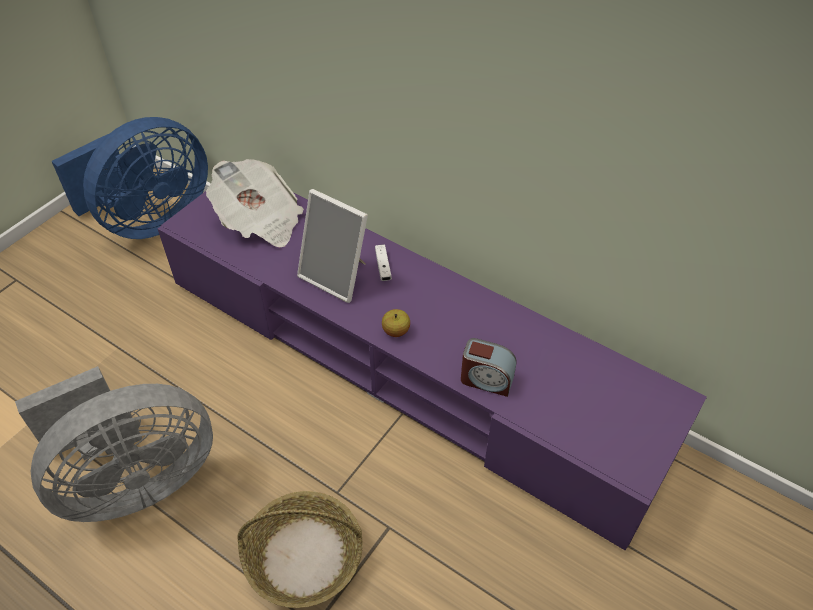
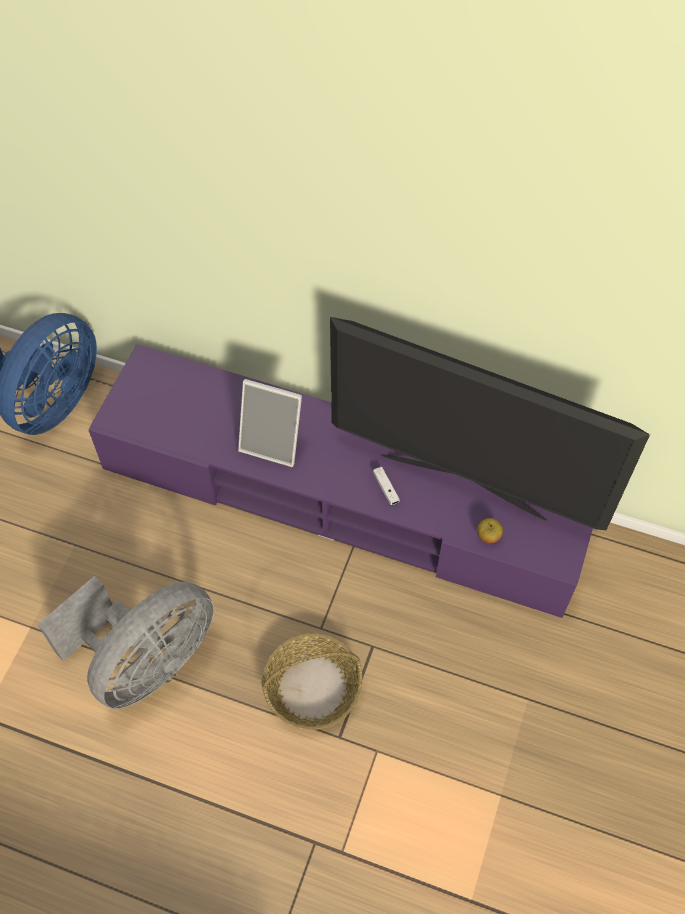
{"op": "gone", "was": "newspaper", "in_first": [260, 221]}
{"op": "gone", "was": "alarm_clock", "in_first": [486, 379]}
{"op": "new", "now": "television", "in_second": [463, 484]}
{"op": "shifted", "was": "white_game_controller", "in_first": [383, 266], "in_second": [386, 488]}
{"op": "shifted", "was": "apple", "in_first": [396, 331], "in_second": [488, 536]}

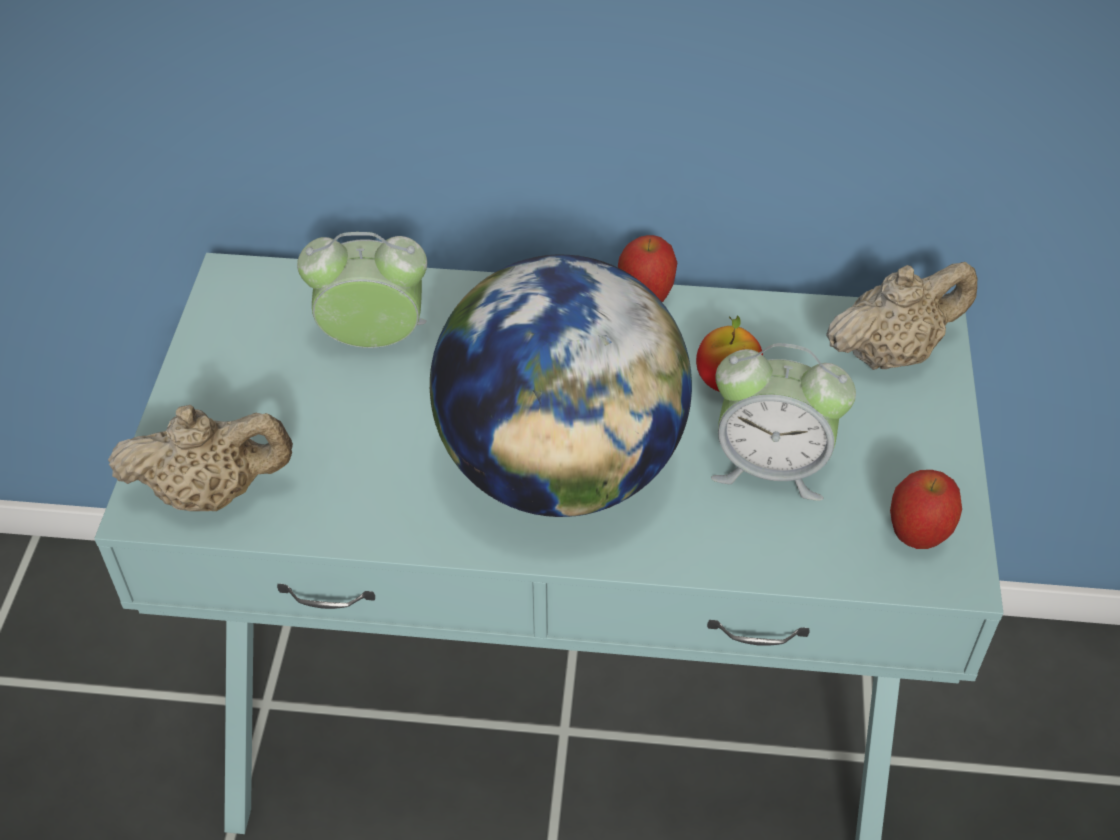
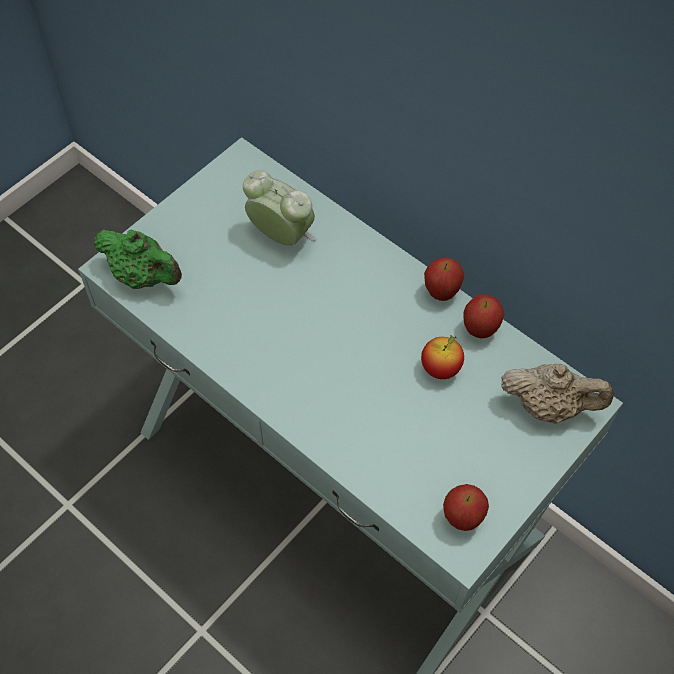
{"op": "gone", "was": "globe", "in_first": [560, 468]}
{"op": "gone", "was": "alarm_clock", "in_first": [770, 466]}
{"op": "new", "now": "apple", "in_second": [479, 330]}
{"op": "repainted", "was": "beige_teapot", "now": "green_teapot", "in_first": [212, 492], "in_second": [144, 276]}

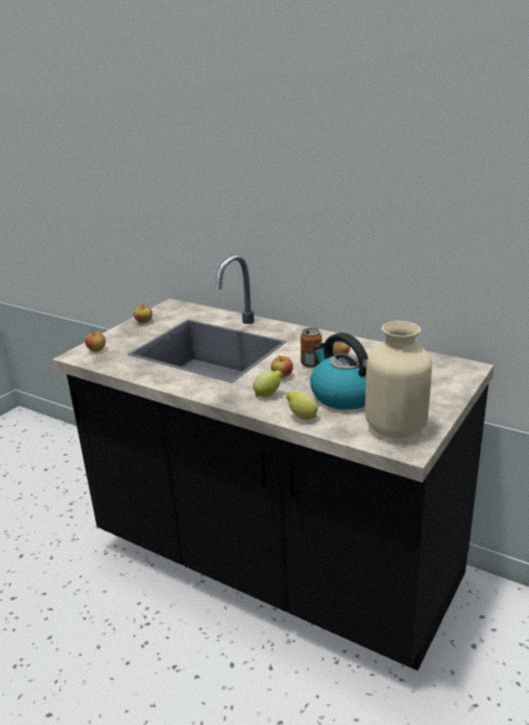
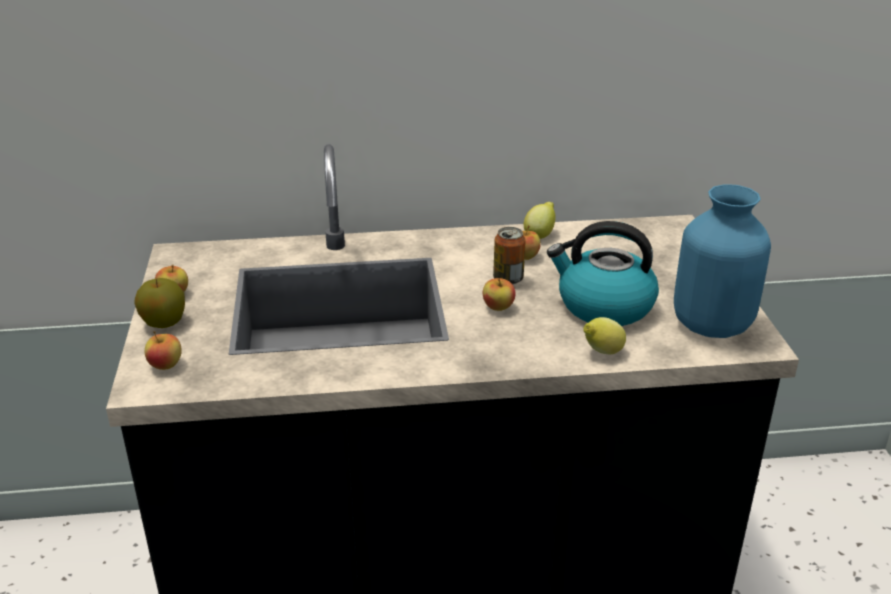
{"op": "new", "now": "apple", "in_second": [164, 323]}
{"op": "shifted", "was": "lemon", "in_first": [268, 395], "in_second": [539, 235]}
{"op": "repainted", "was": "beige_vase", "now": "blue_vase", "in_first": [396, 428], "in_second": [713, 325]}

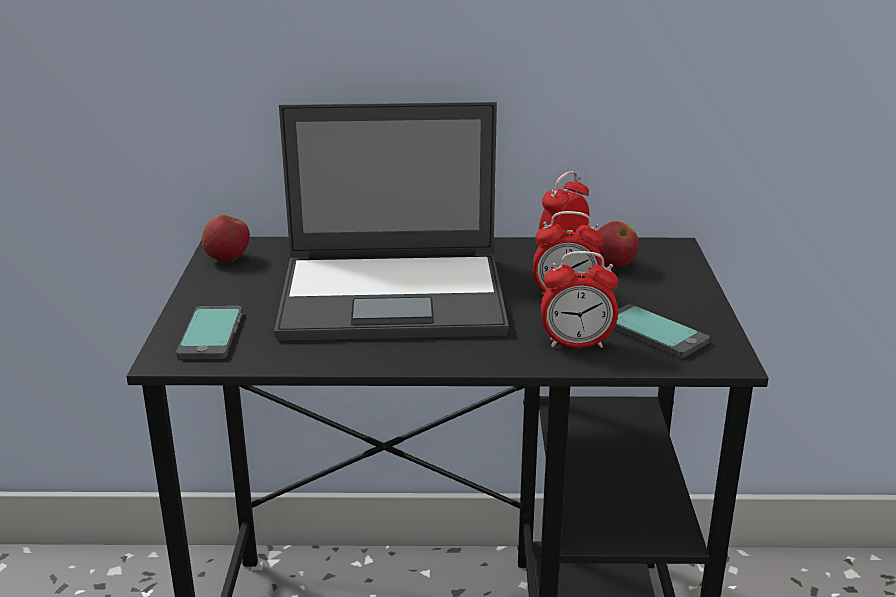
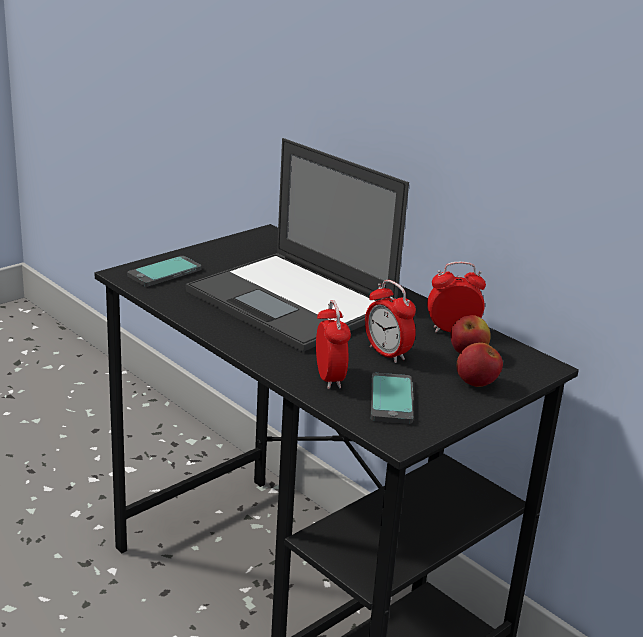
{"op": "shifted", "was": "apple", "in_first": [227, 259], "in_second": [476, 383]}
{"op": "rotated", "was": "alarm_clock", "in_first": [576, 344], "in_second": [329, 378], "clockwise": -150}

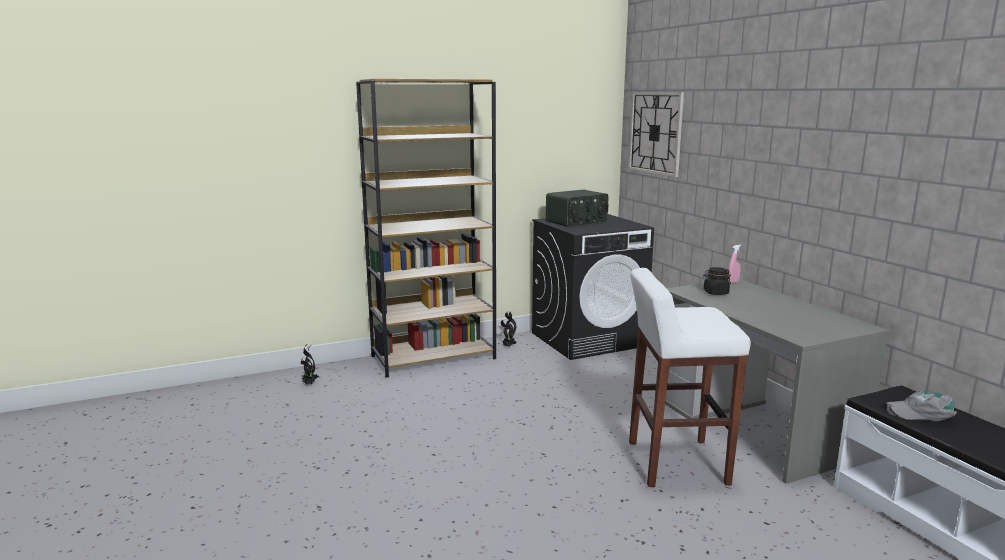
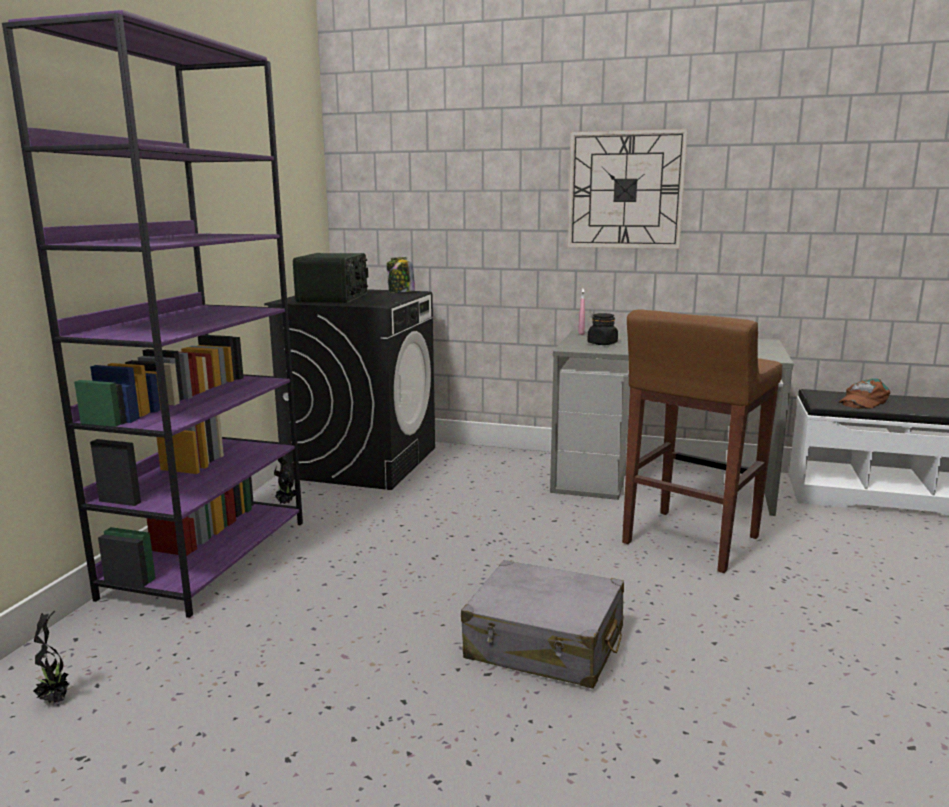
{"op": "new", "now": "jar", "in_second": [401, 292]}
{"op": "new", "now": "grey_suitcase", "in_second": [545, 644]}
{"op": "shifted", "was": "wall_clock", "in_first": [655, 133], "in_second": [625, 190]}
{"op": "repainted", "was": "brown_bookcase", "now": "purple_bookcase", "in_first": [434, 357], "in_second": [208, 557]}
{"op": "repainted", "was": "white_stool", "now": "brown_stool", "in_first": [675, 463], "in_second": [689, 541]}
{"op": "repainted", "was": "grey_cap", "now": "brown_cap", "in_first": [921, 413], "in_second": [862, 401]}

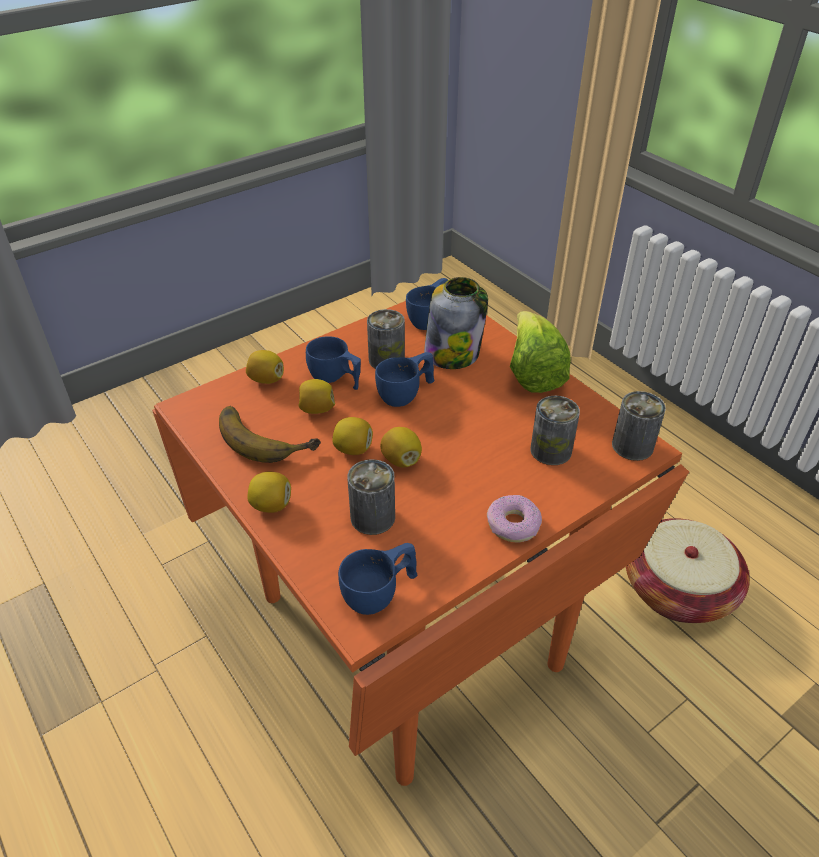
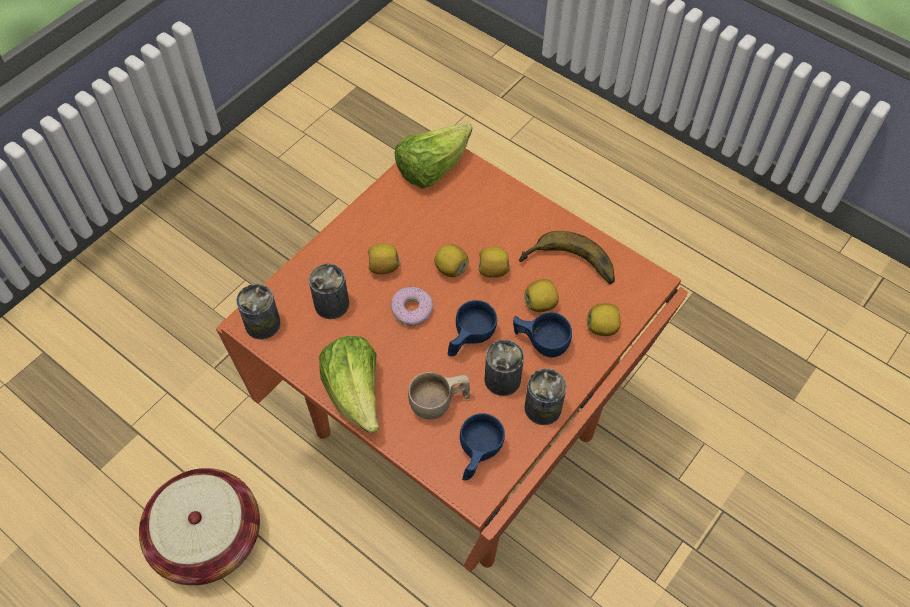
{"op": "shifted", "was": "lemon", "in_first": [271, 505], "in_second": [383, 267]}
{"op": "shifted", "was": "can", "in_first": [372, 517], "in_second": [543, 408]}
{"op": "shifted", "was": "donut", "in_first": [513, 524], "in_second": [412, 310]}
{"op": "swapped", "was": "blue_cup", "now": "lettuce", "in_first": [380, 593], "in_second": [432, 168]}
{"op": "swapped", "was": "jar", "now": "beige_cup", "in_first": [453, 353], "in_second": [439, 404]}

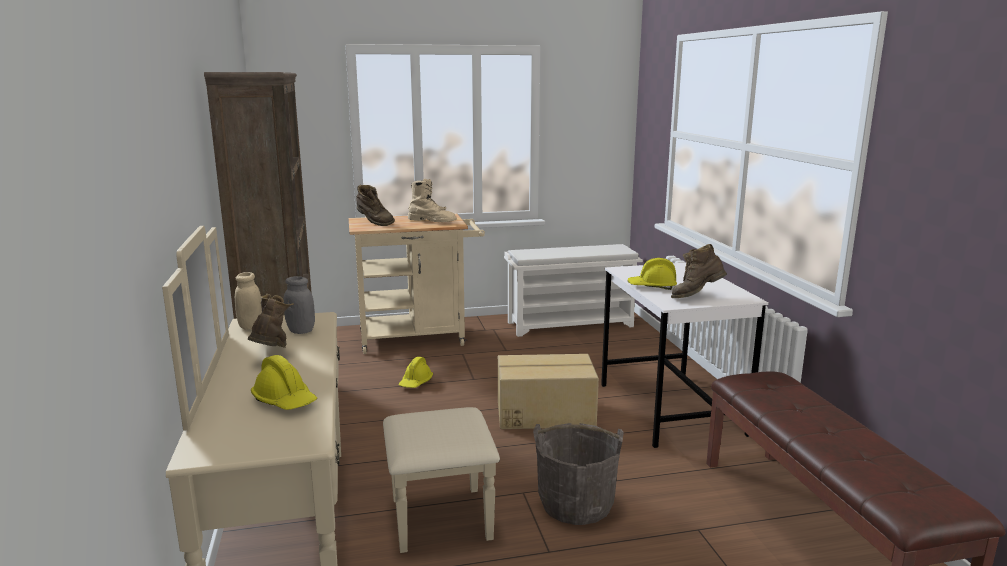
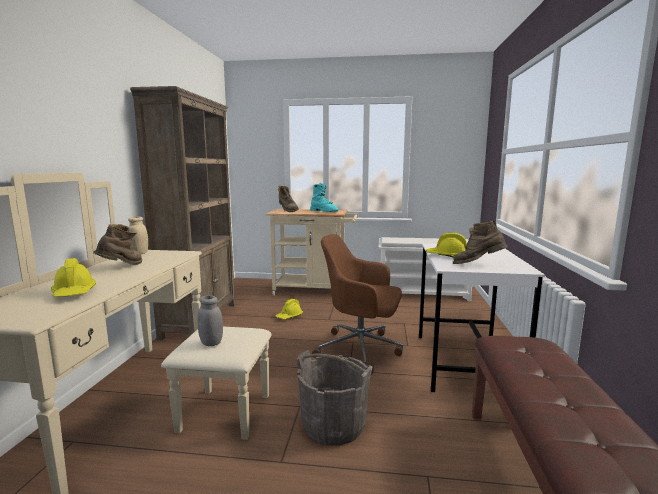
{"op": "shifted", "was": "grey_jar", "in_first": [301, 331], "in_second": [211, 343]}
{"op": "swapped", "was": "cardboard_box", "now": "brown_office_chair", "in_first": [544, 413], "in_second": [361, 350]}
{"op": "repainted", "was": "beige_boot", "now": "turquoise_boot", "in_first": [432, 221], "in_second": [324, 211]}

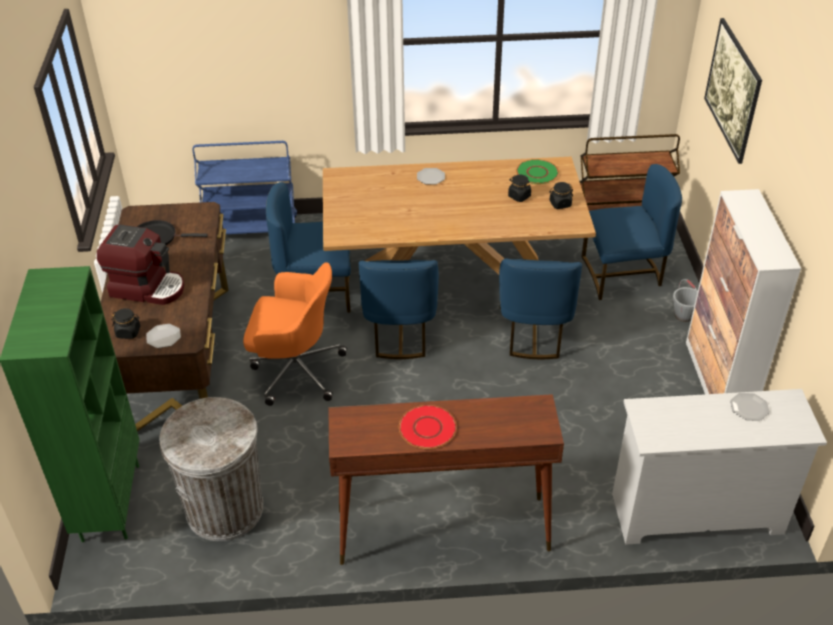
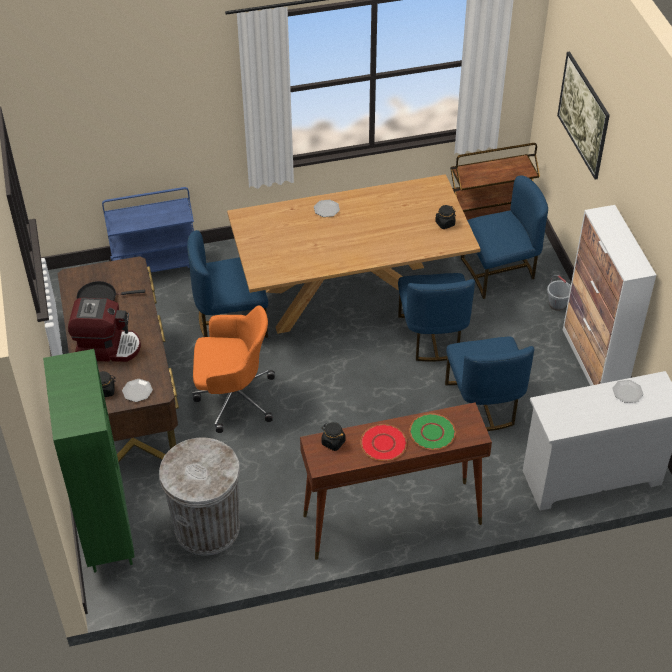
{"op": "shifted", "was": "blue_chair", "in_first": [400, 332], "in_second": [483, 403]}
{"op": "shifted", "was": "black_jar", "in_first": [519, 196], "in_second": [333, 442]}
{"op": "shifted", "was": "green_plate", "in_first": [537, 173], "in_second": [432, 432]}

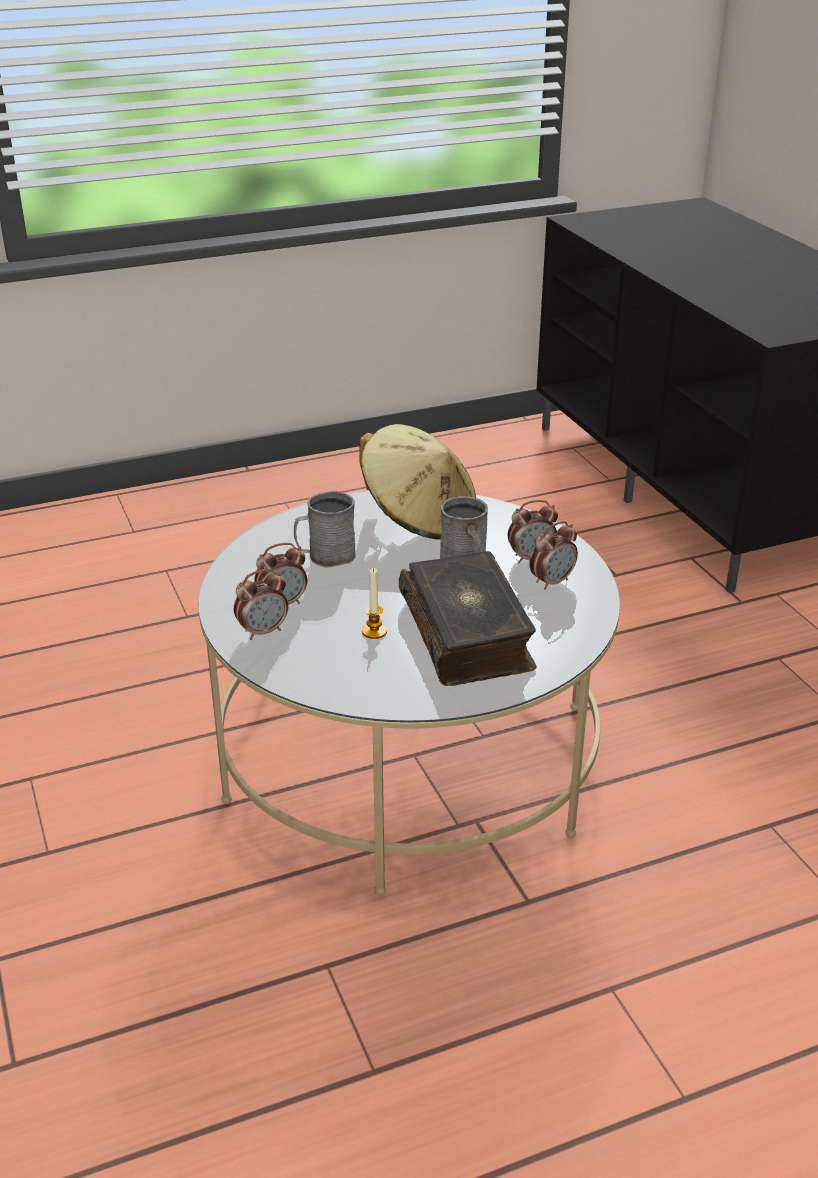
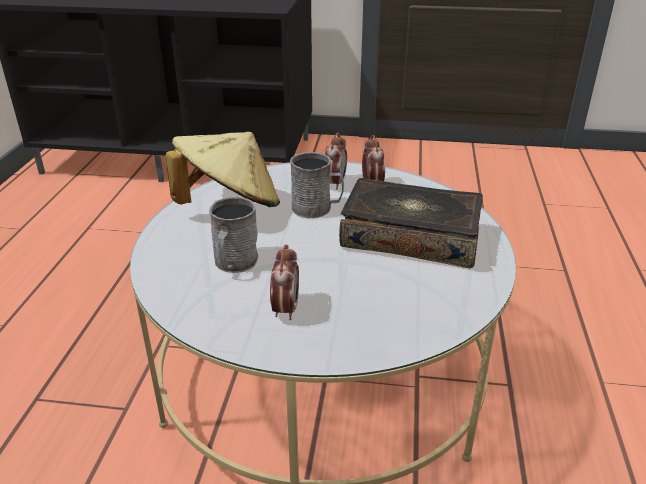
{"op": "gone", "was": "alarm_clock", "in_first": [263, 631]}
{"op": "gone", "was": "candle", "in_first": [374, 631]}

